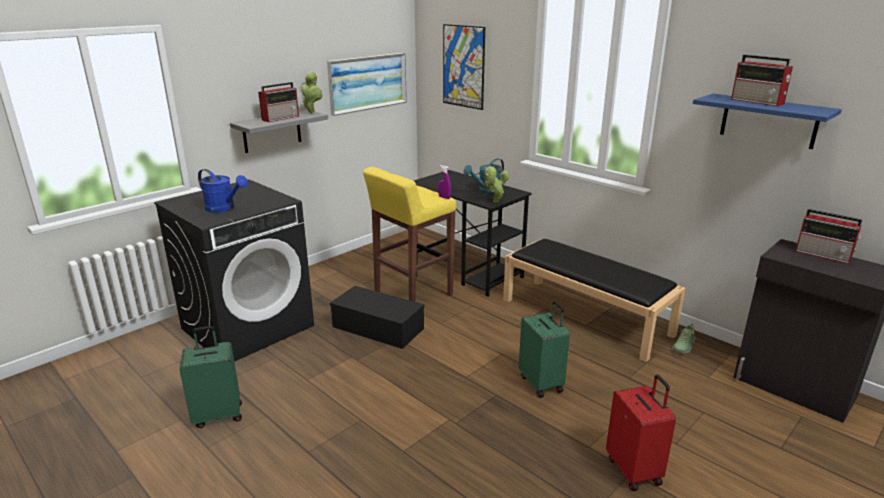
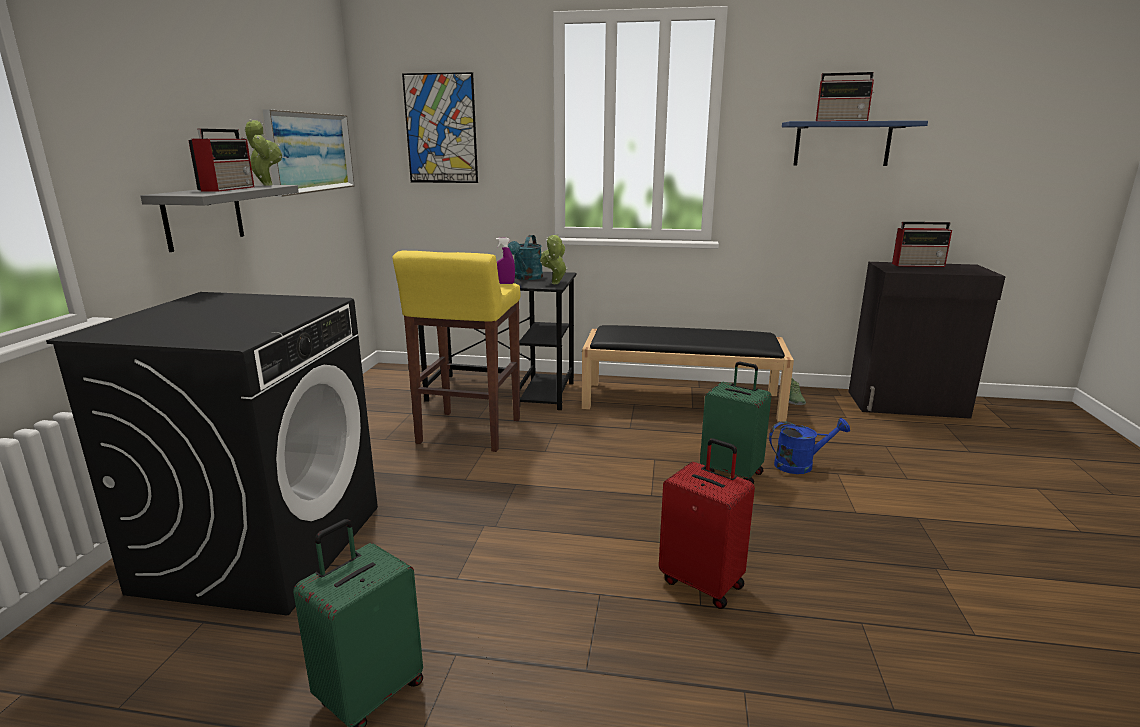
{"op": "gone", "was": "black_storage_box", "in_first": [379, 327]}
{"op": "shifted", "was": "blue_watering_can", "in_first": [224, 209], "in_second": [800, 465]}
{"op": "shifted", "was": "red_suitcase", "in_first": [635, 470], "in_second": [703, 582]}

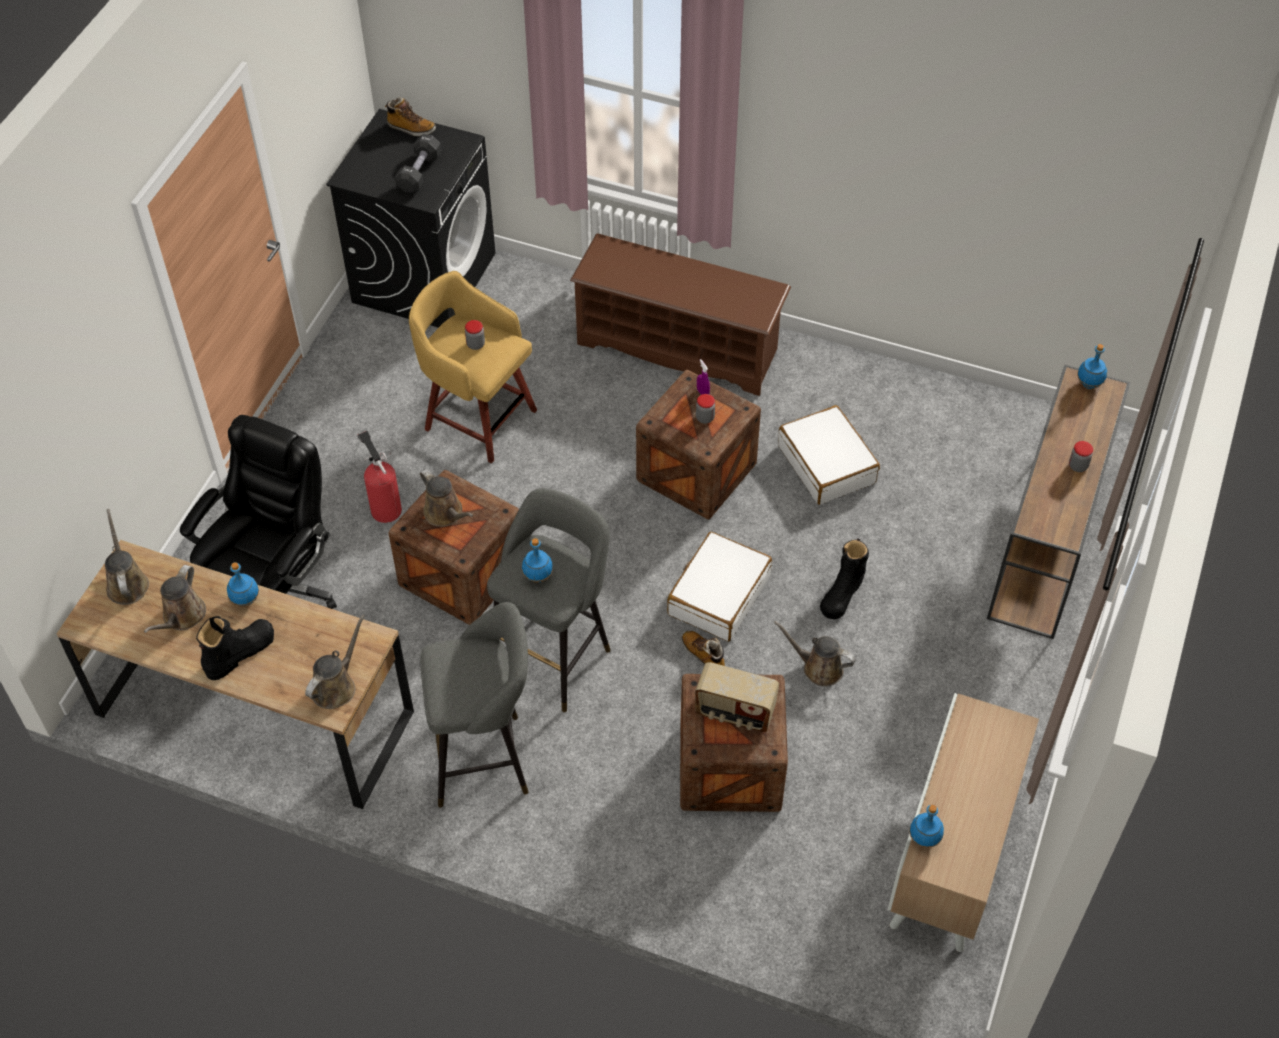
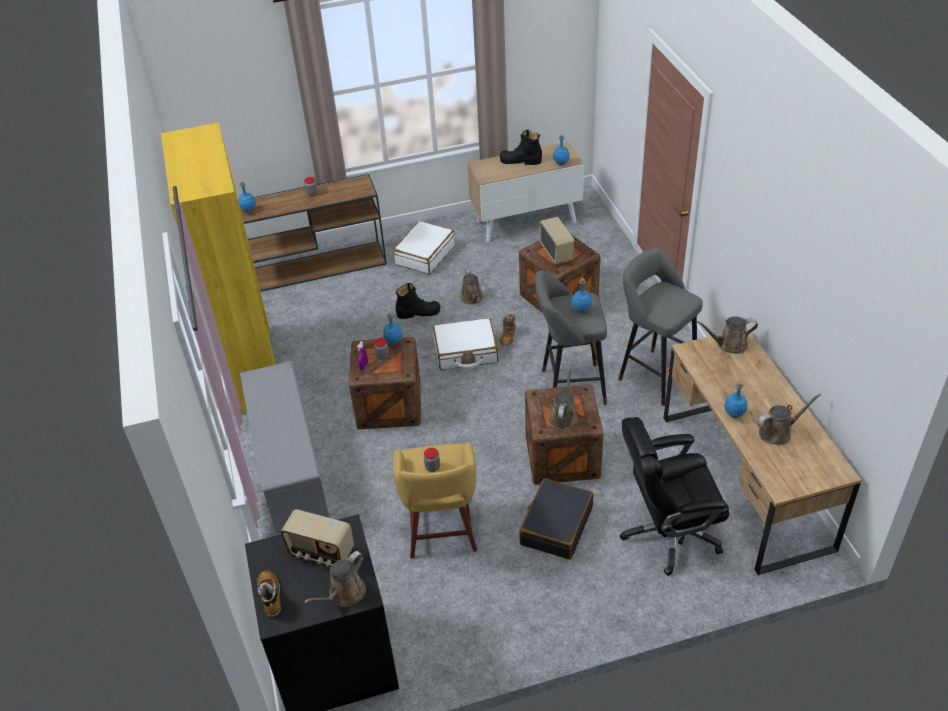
{"op": "new", "now": "yellow_bookcase", "in_second": [252, 369]}
{"op": "new", "now": "blue_bottle", "in_second": [393, 342]}
{"op": "shifted", "was": "brown_watering_can", "in_first": [127, 583], "in_second": [344, 594]}
{"op": "shifted", "was": "black_boot", "in_first": [239, 653], "in_second": [520, 161]}
{"op": "shifted", "was": "white_suitcase", "in_first": [827, 464], "in_second": [424, 254]}
{"op": "swapped", "was": "fire_extinguisher", "now": "black_suitcase", "in_first": [385, 507], "in_second": [556, 526]}
{"op": "swapped", "was": "black_dumbbell", "now": "radio", "in_first": [419, 173], "in_second": [321, 553]}
{"op": "repainted", "was": "brown_shoe_rack", "now": "grey_shoe_rack", "in_first": [679, 346], "in_second": [290, 470]}

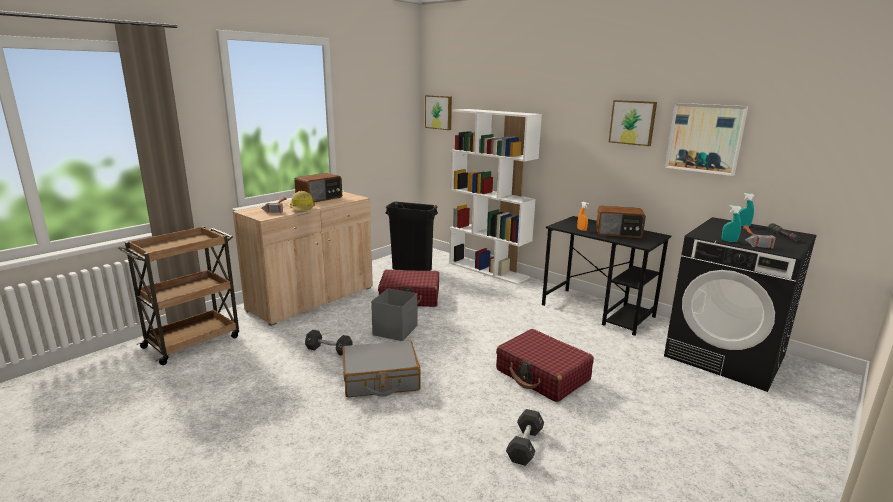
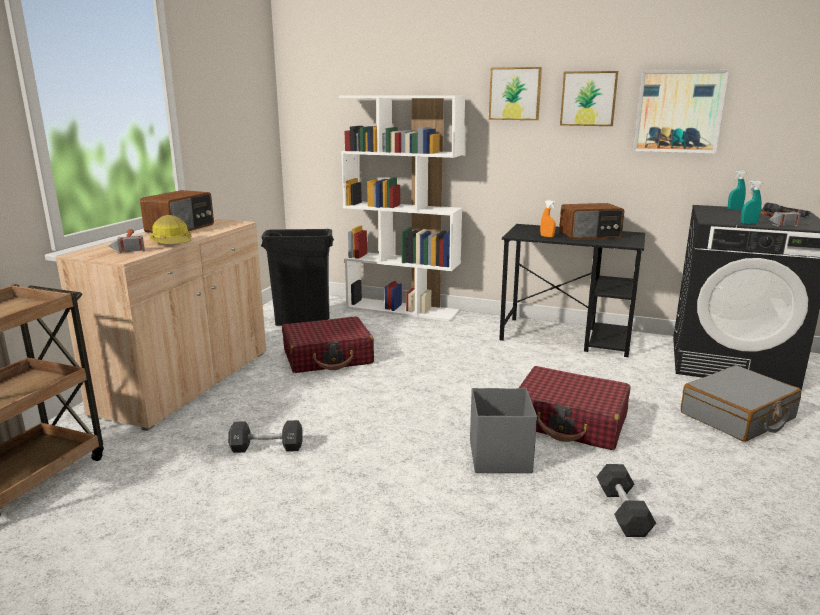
{"op": "shifted", "was": "grey_suitcase", "in_first": [380, 379], "in_second": [737, 416]}
{"op": "shifted", "was": "grey_storage_box", "in_first": [395, 330], "in_second": [500, 456]}
{"op": "shifted", "was": "picture", "in_first": [439, 112], "in_second": [515, 93]}

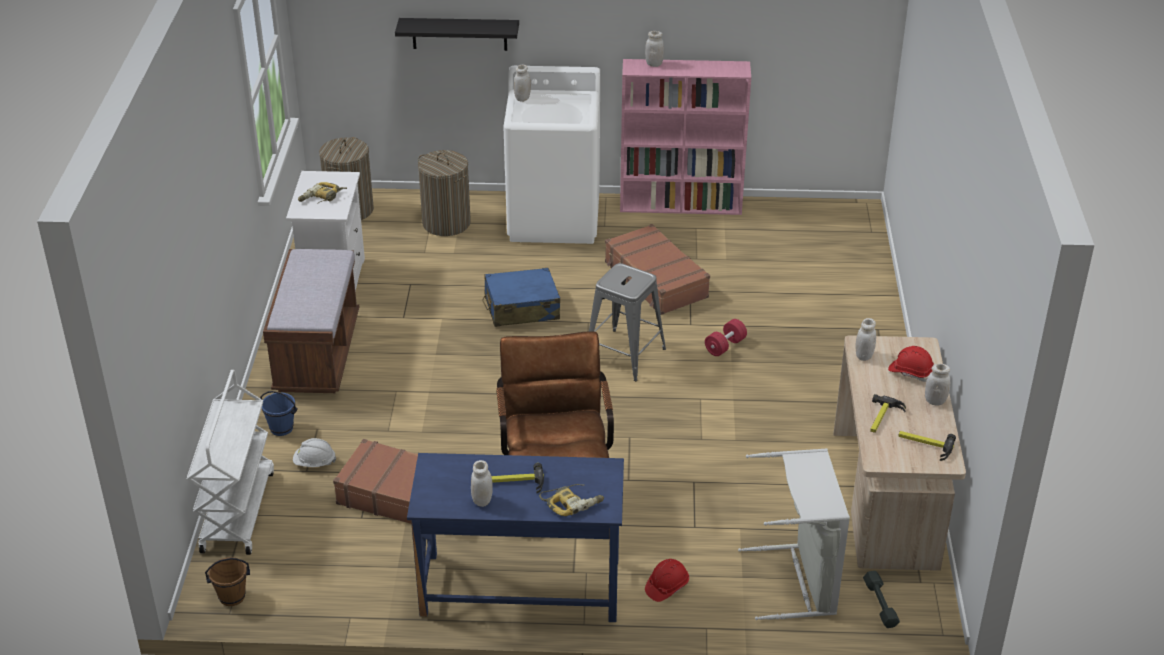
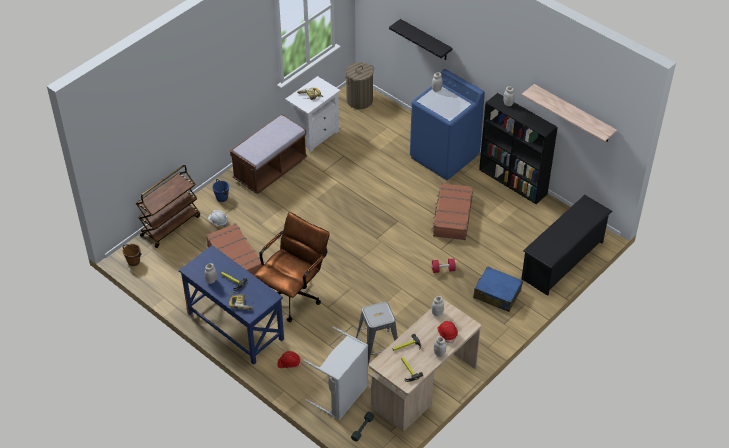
{"op": "gone", "was": "laundry_basket", "in_first": [446, 223]}
{"op": "new", "now": "black_shoe_rack", "in_second": [563, 261]}
{"op": "new", "now": "shelf", "in_second": [573, 114]}
{"op": "shifted", "was": "blue_suitcase", "in_first": [521, 308], "in_second": [497, 294]}
{"op": "shifted", "was": "grey_stool", "in_first": [624, 355], "in_second": [377, 348]}
{"op": "repainted", "was": "white_cart", "now": "brown_cart", "in_first": [237, 510], "in_second": [170, 225]}
{"op": "repainted", "was": "white_washing_machine", "now": "blue_washing_machine", "in_first": [554, 218], "in_second": [444, 156]}
{"op": "repainted", "was": "pink_bookcase", "now": "black_bookcase", "in_first": [682, 204], "in_second": [513, 182]}

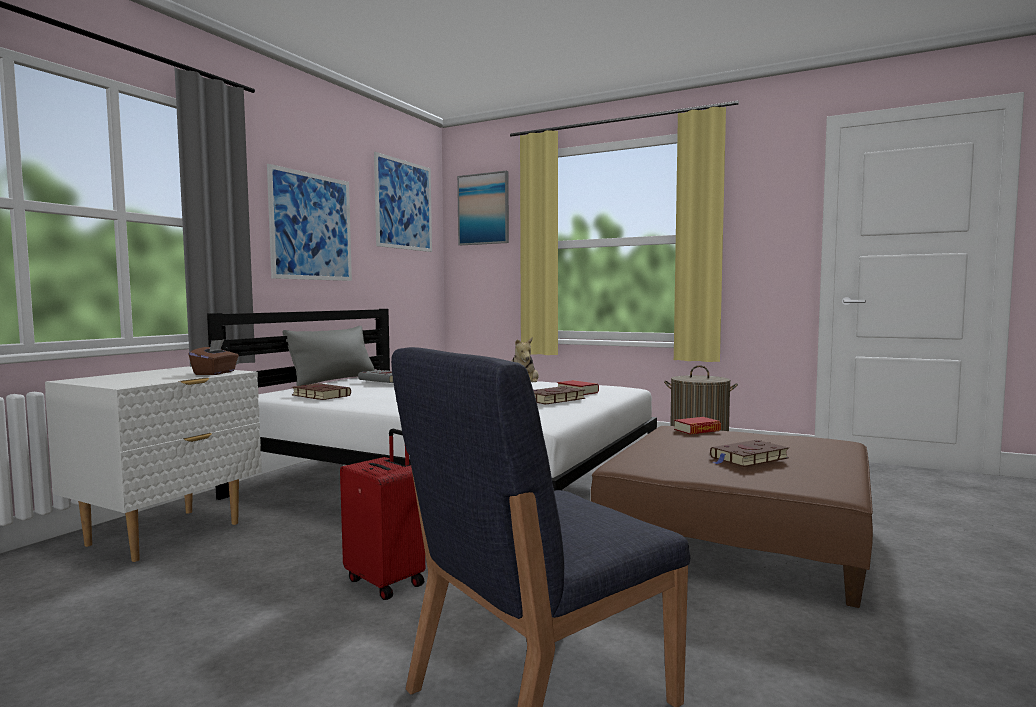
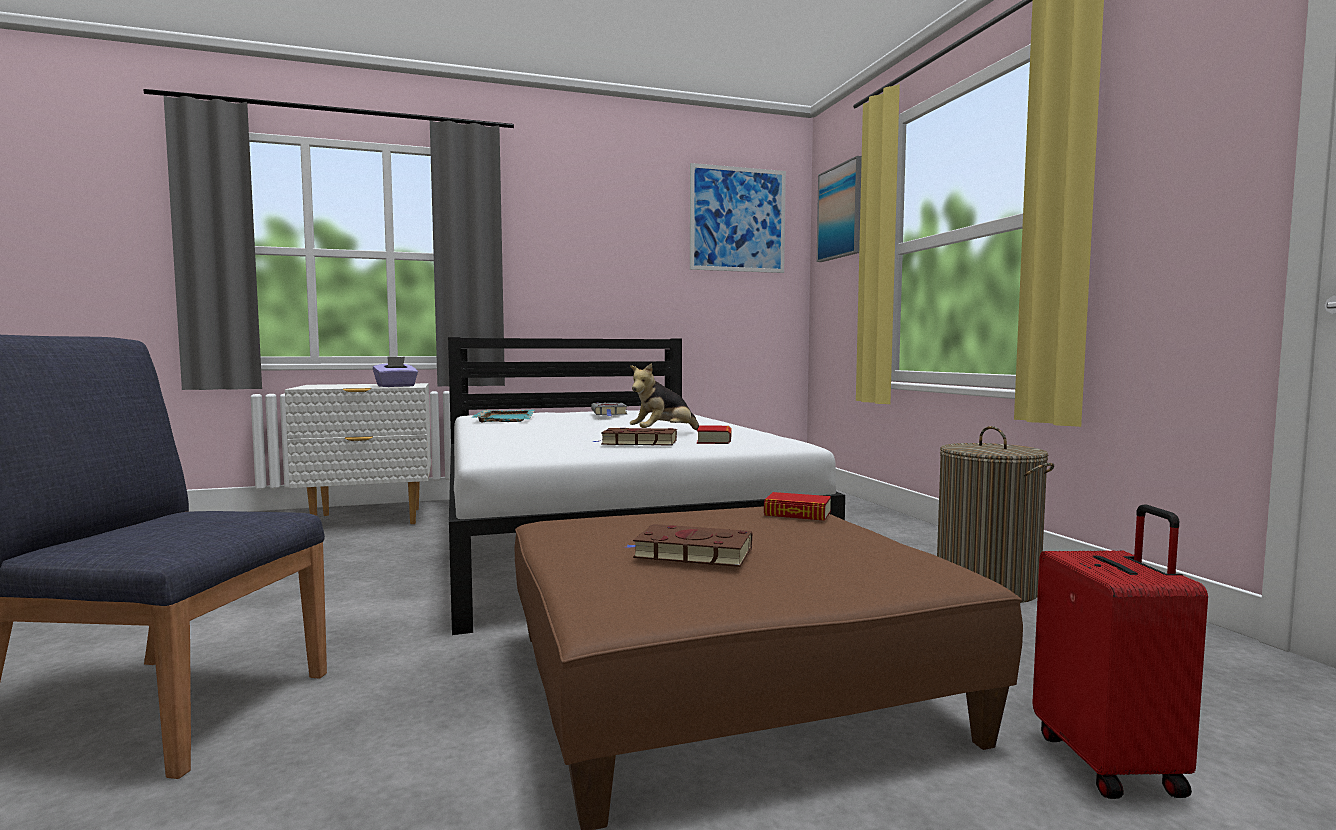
{"op": "gone", "was": "picture", "in_first": [311, 227]}
{"op": "gone", "was": "grey_pillow", "in_first": [334, 380]}
{"op": "shifted", "was": "red_suitcase", "in_first": [386, 581], "in_second": [1110, 763]}
{"op": "swapped", "was": "brown_book", "now": "turquoise_tray", "in_first": [319, 395], "in_second": [505, 418]}
{"op": "repainted", "was": "brown_tissue_box", "now": "purple_tissue_box", "in_first": [215, 373], "in_second": [396, 386]}

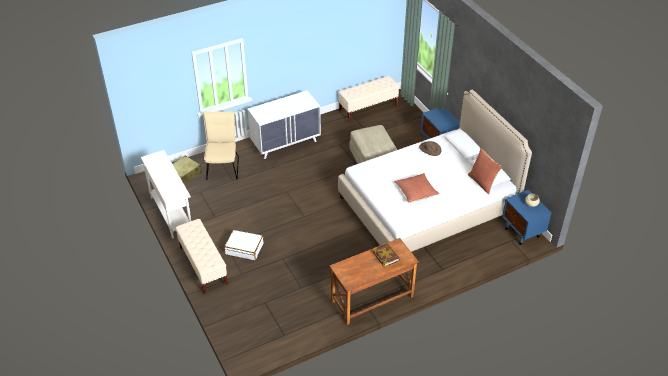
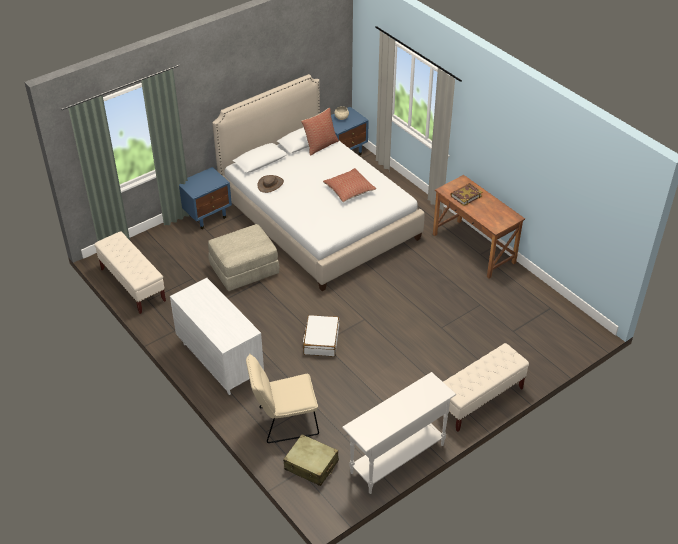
{"op": "shifted", "was": "white_suitcase", "in_first": [244, 248], "in_second": [321, 340]}

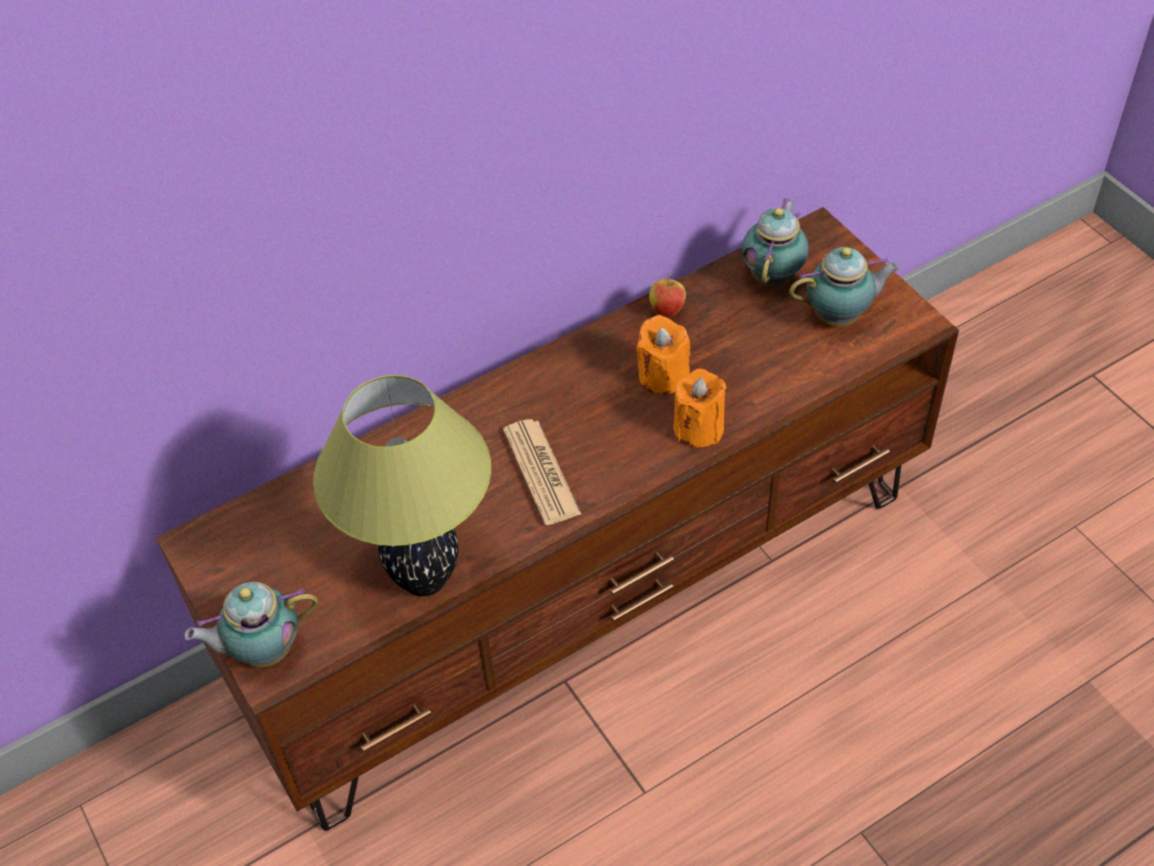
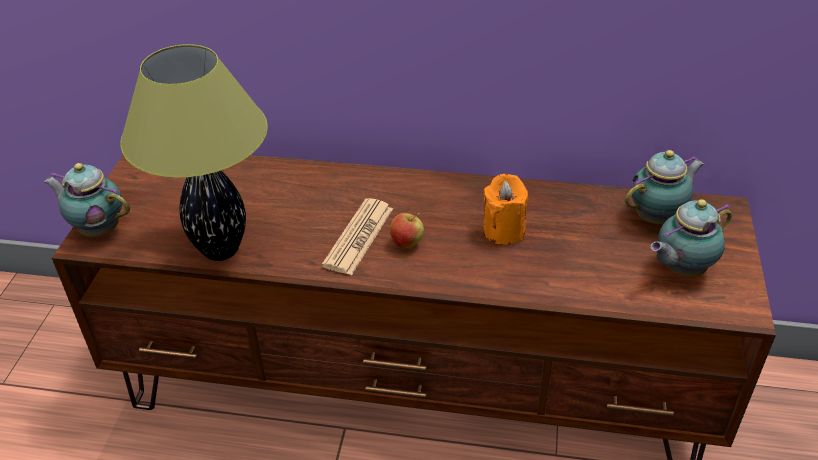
{"op": "gone", "was": "orange_candle", "in_first": [698, 428]}
{"op": "shifted", "was": "apple", "in_first": [667, 310], "in_second": [407, 243]}
{"op": "rotated", "was": "teapot", "in_first": [840, 316], "in_second": [680, 269], "clockwise": 120}

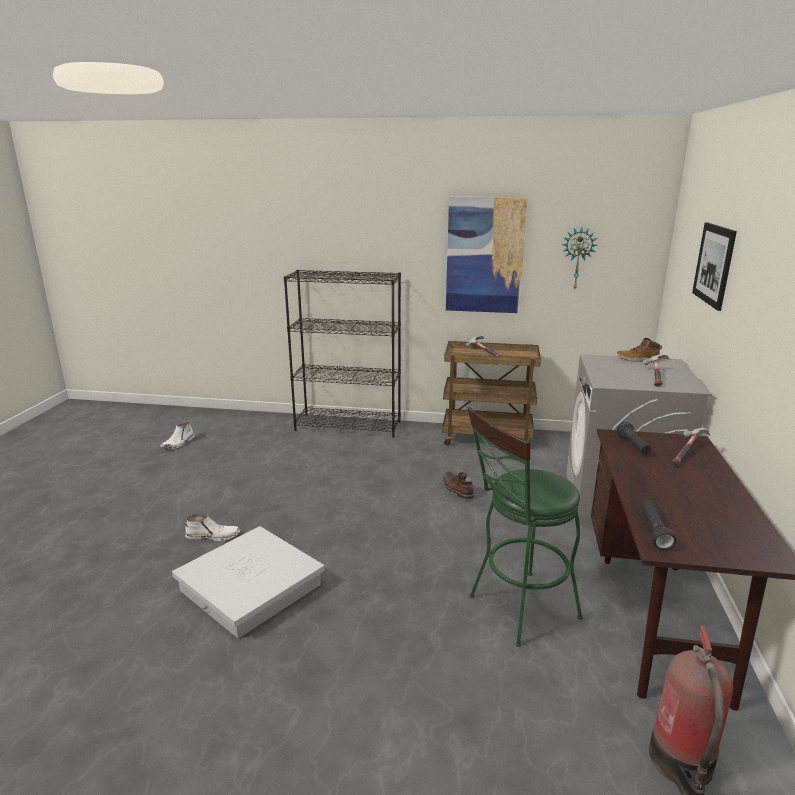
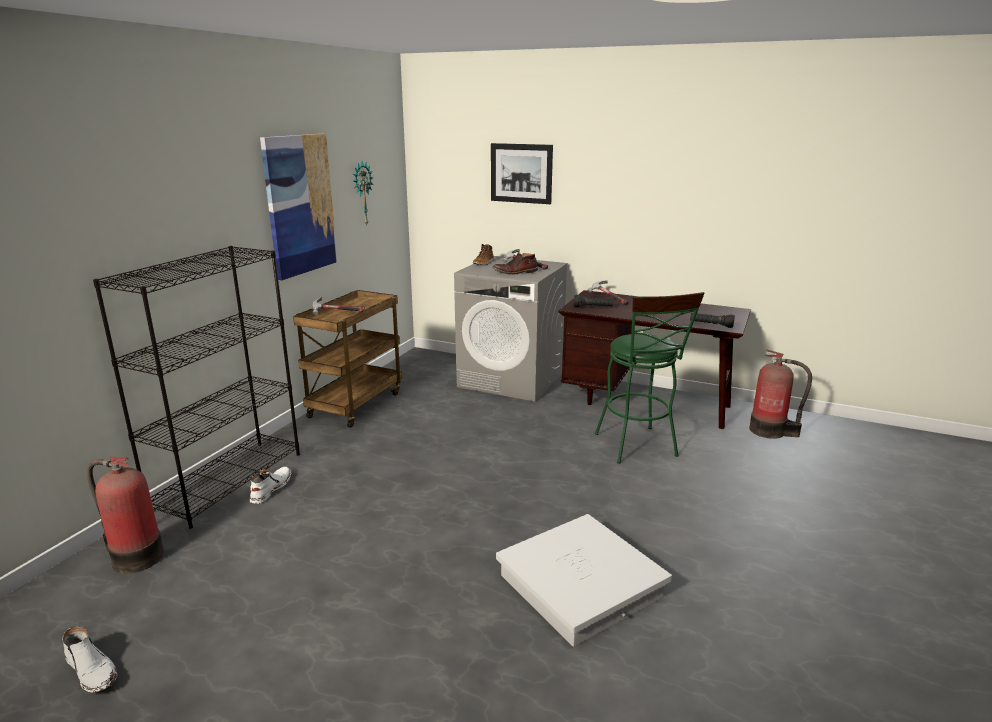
{"op": "new", "now": "fire_extinguisher", "in_second": [135, 557]}
{"op": "shifted", "was": "white_boot", "in_first": [213, 535], "in_second": [270, 489]}
{"op": "shifted", "was": "brown_boot", "in_first": [457, 489], "in_second": [515, 272]}

